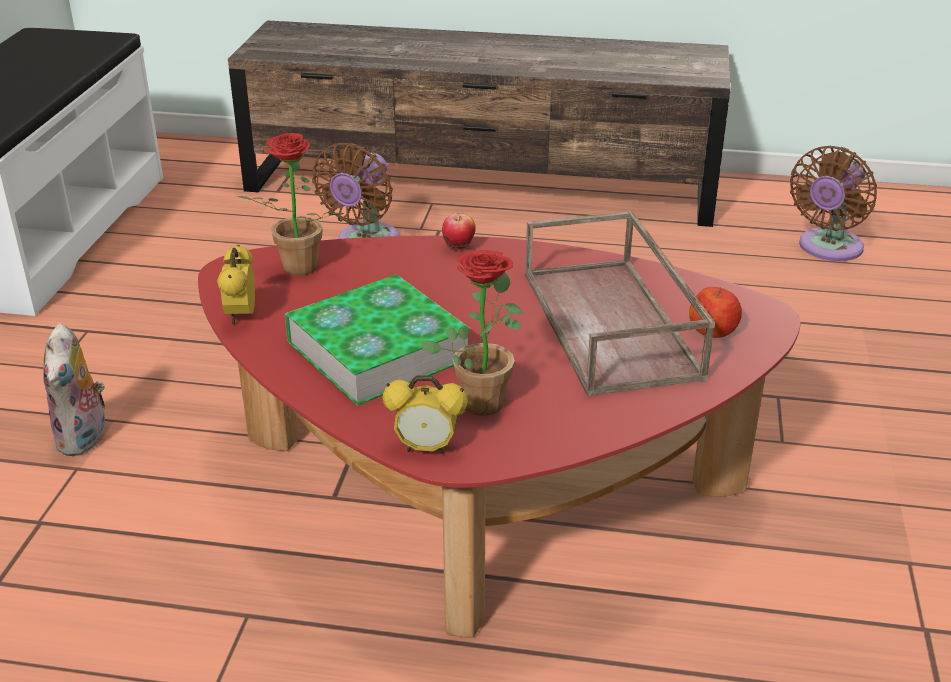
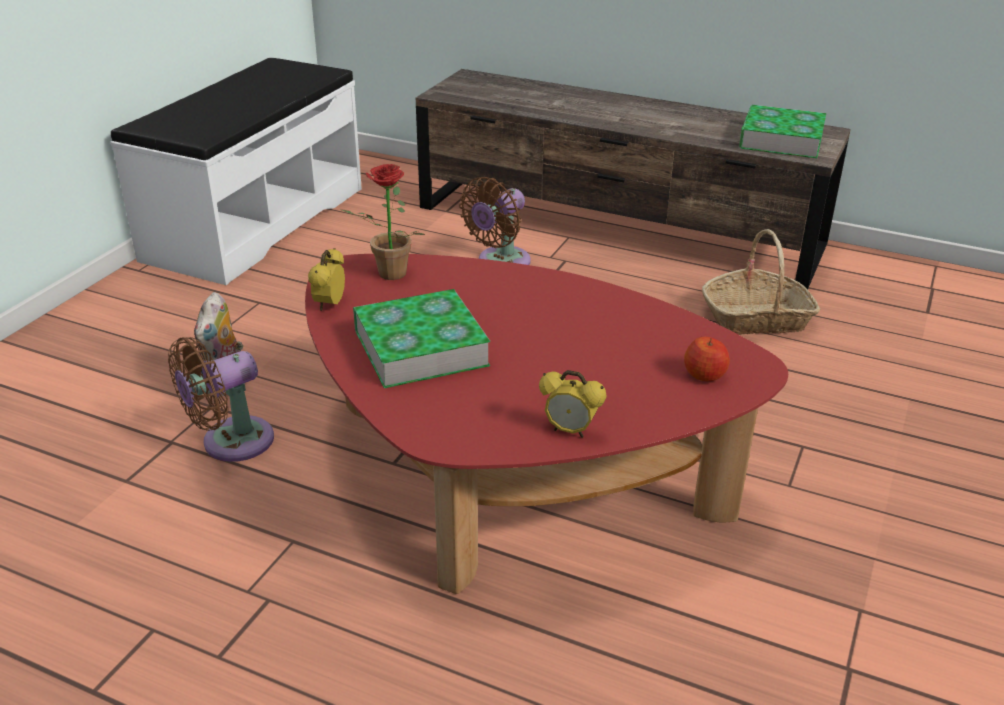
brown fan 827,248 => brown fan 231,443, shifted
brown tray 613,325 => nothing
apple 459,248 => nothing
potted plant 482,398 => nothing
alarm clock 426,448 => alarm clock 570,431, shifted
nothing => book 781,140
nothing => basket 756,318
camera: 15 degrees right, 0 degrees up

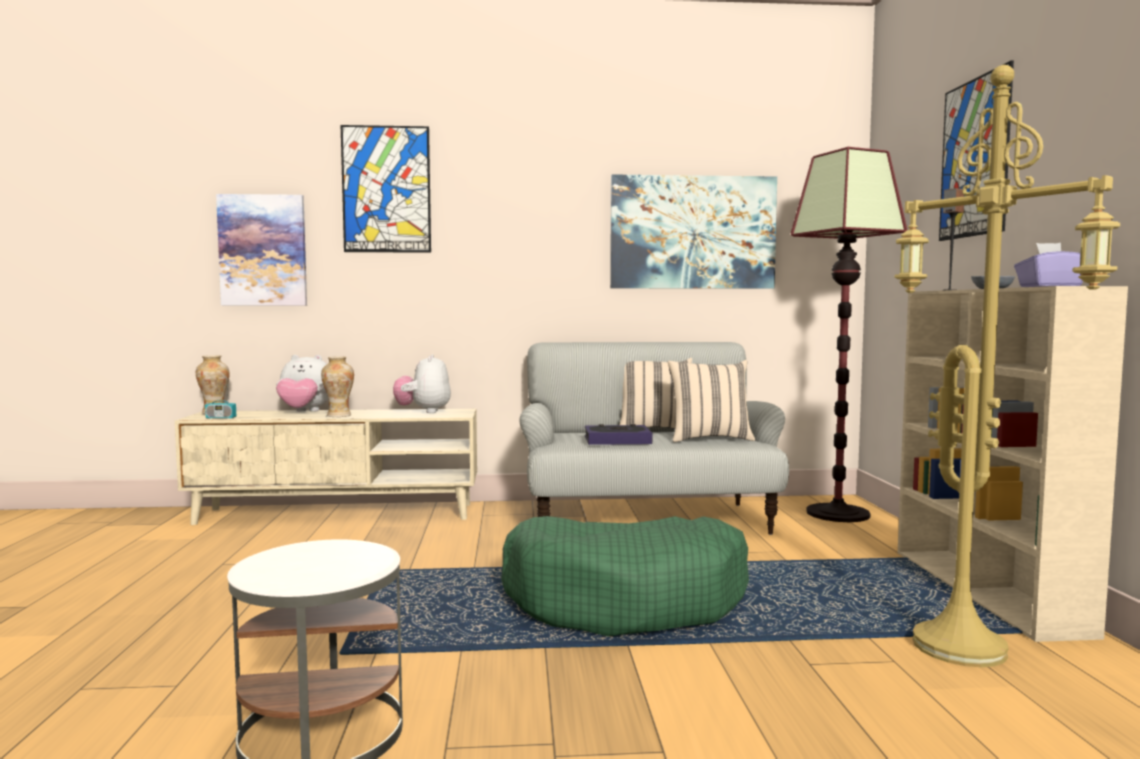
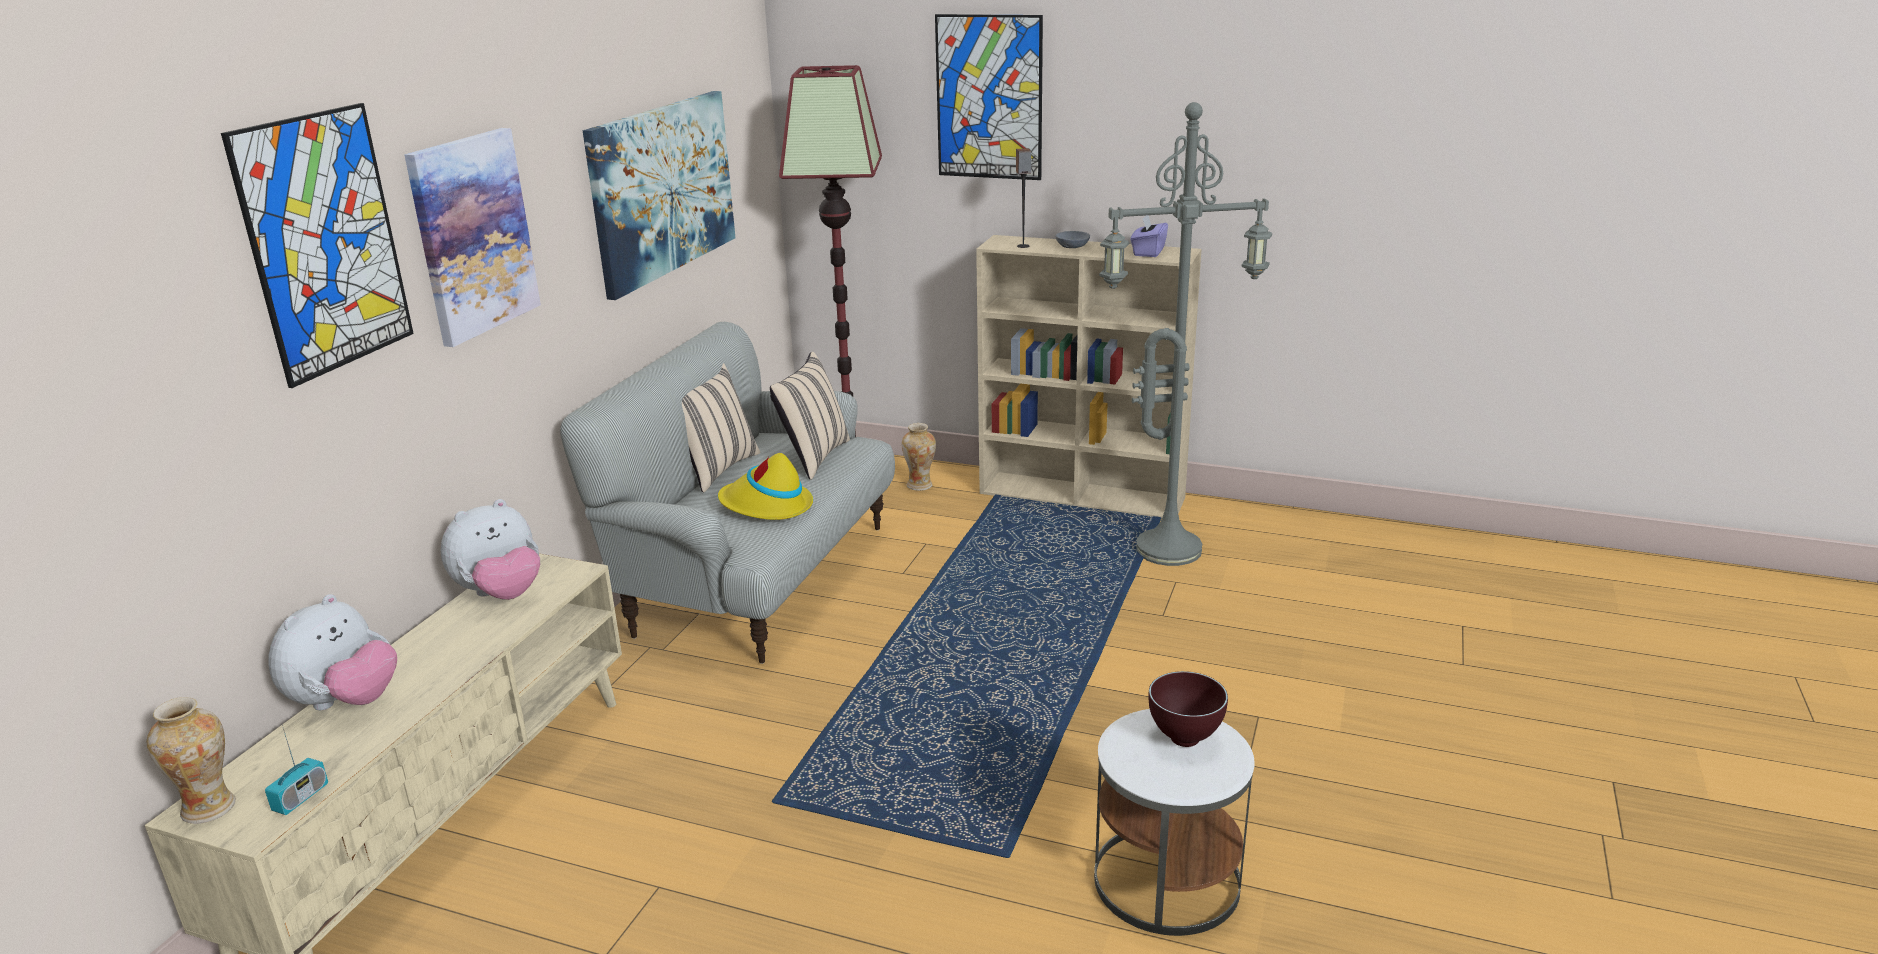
yellow floor lamp 965,647 => grey floor lamp 1170,547
picture 263,250 => picture 473,235, shifted
plush toy 423,411 => plush toy 501,594, 60 degrees counterclockwise
vase 339,415 => vase 920,485, shifted
book 617,440 => yellow hat 766,506
green dog bed 626,600 => nothing
nothing => brown bowl 1186,738
camera: 65 degrees left, 20 degrees up

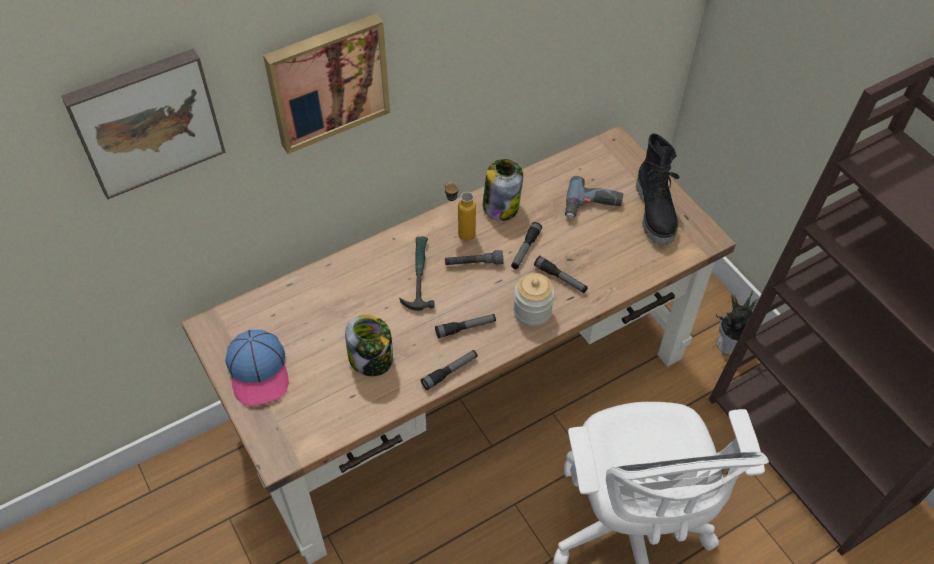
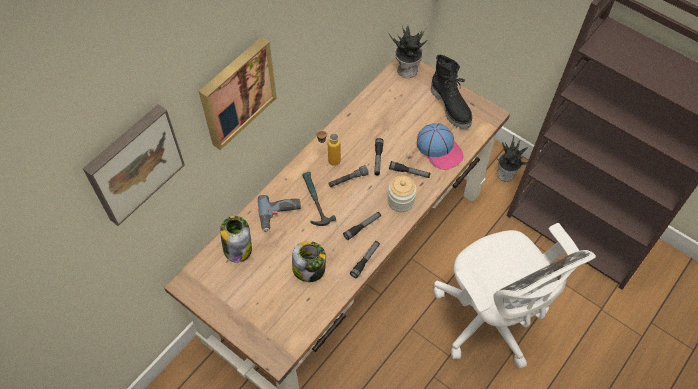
jar 501,206 => jar 237,248, shifted
power drill 592,207 => power drill 280,215, shifted
cap 259,372 => cap 439,149, shifted
nothing => potted plant 407,69
camera: 20 degrees left, 5 degrees up

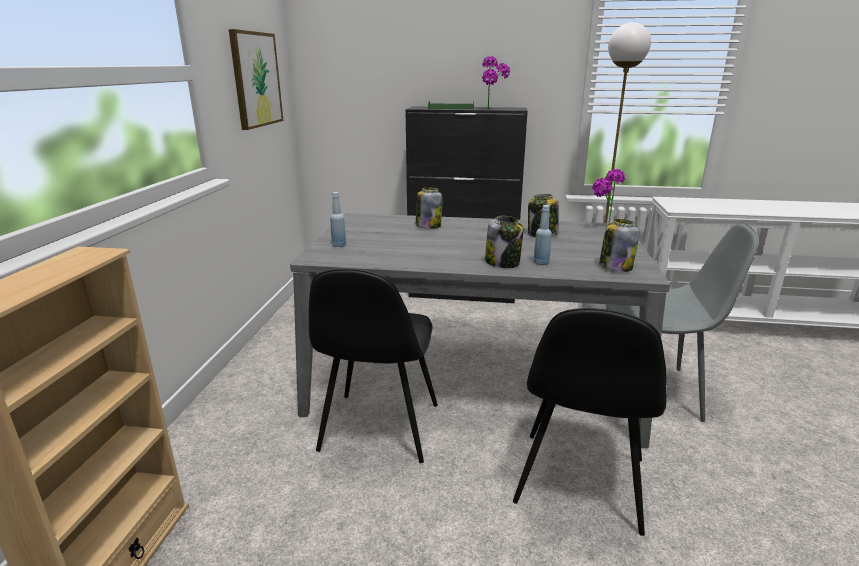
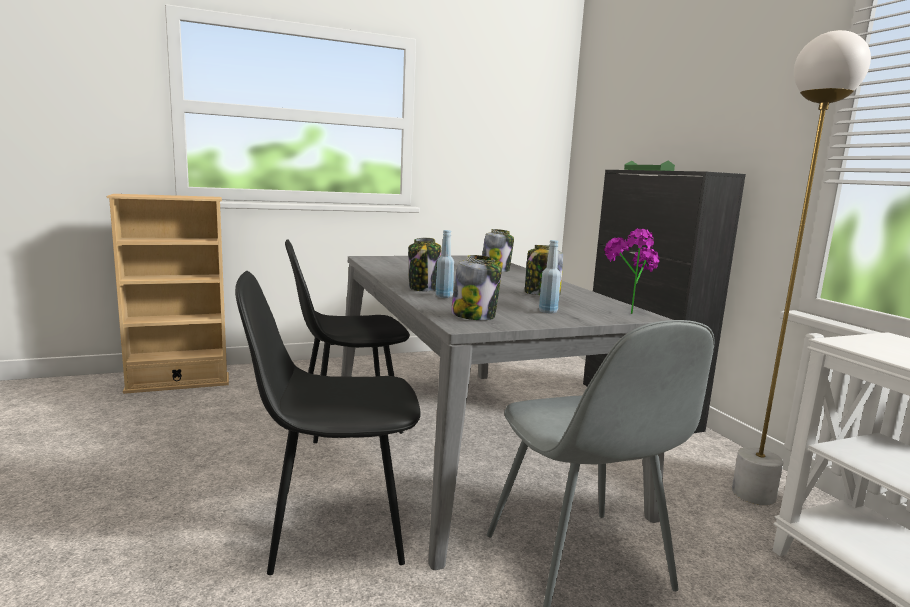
picture 256,79 => nothing
potted plant 493,109 => nothing
blue bottle 339,245 => blue bottle 548,311, shifted
camera: 60 degrees right, 10 degrees down

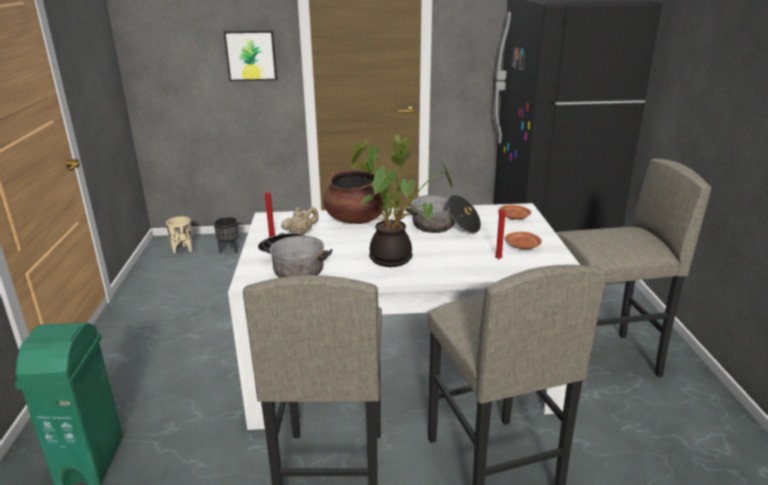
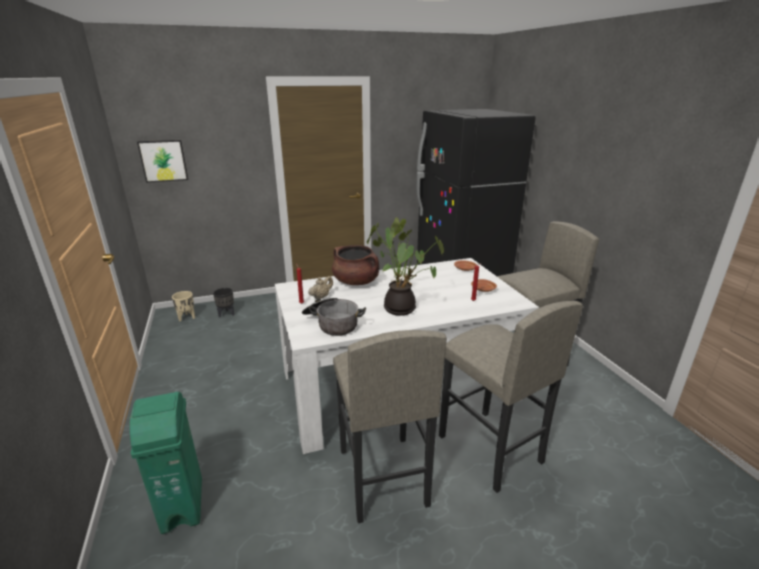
picture 251,55 => picture 163,160, shifted
cooking pot 444,226 => nothing
camera: 15 degrees left, 0 degrees up

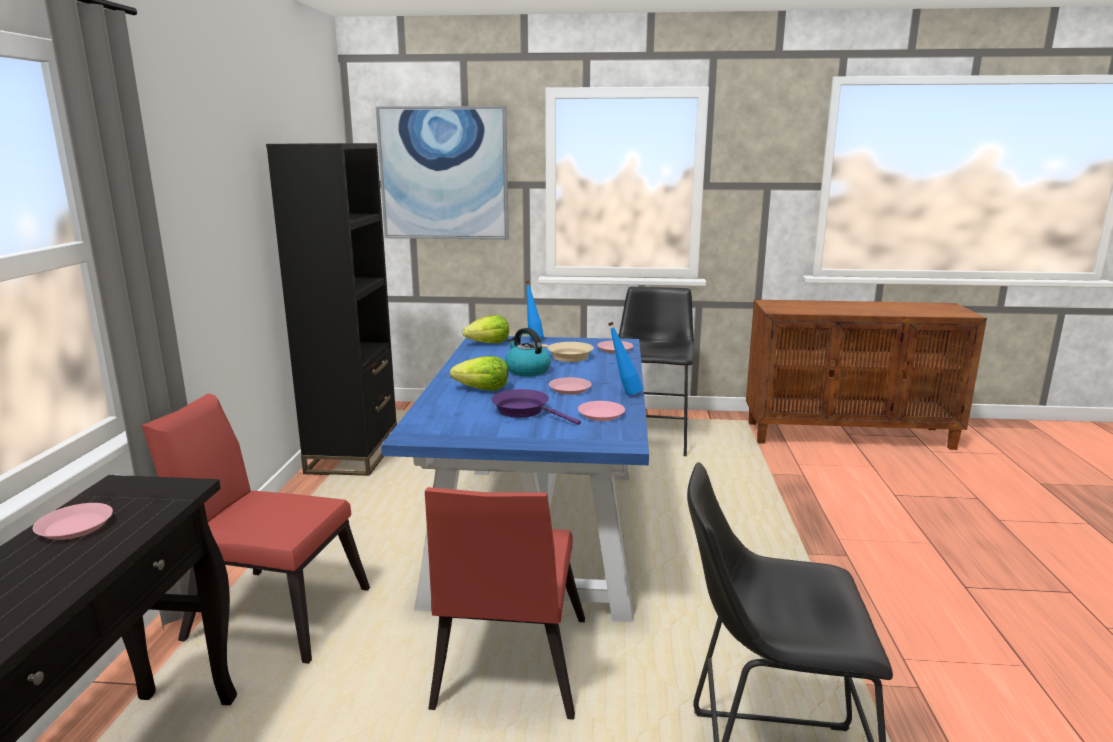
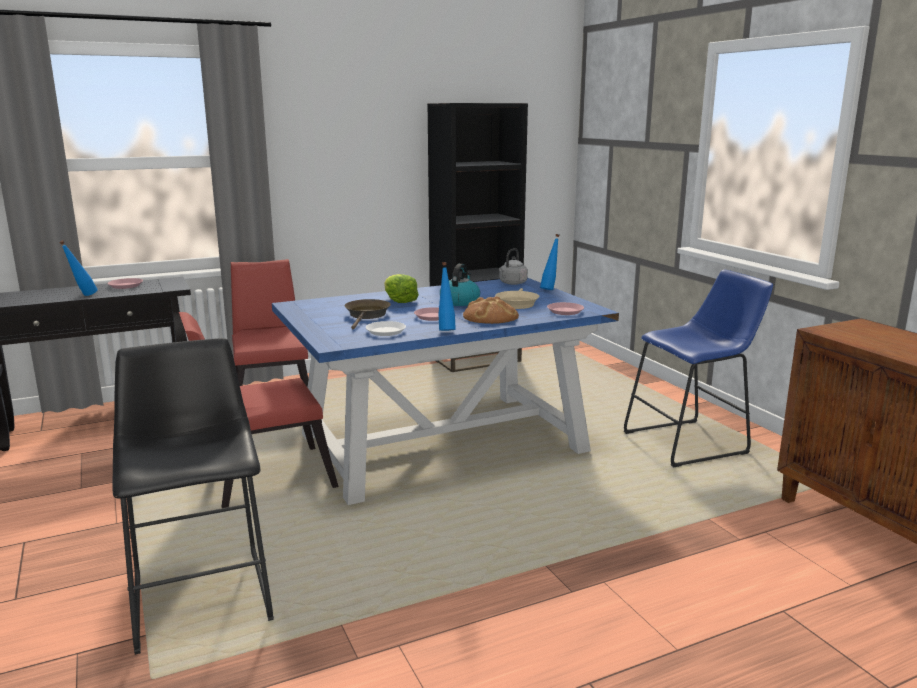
picture 444,174 => nothing
black stool 650,437 => blue stool 691,443
lettuce 488,343 => grey kettle 512,283
purple frying pan 525,411 => brown frying pan 367,315
pink plate 601,414 => white plate 386,331
nothing => blue bottle 83,296
nothing => bread 490,317
camera: 60 degrees right, 0 degrees up

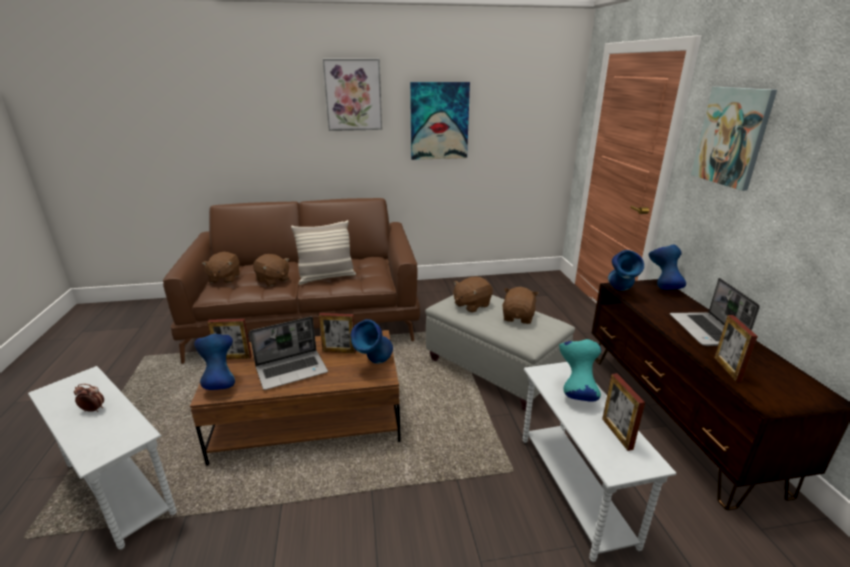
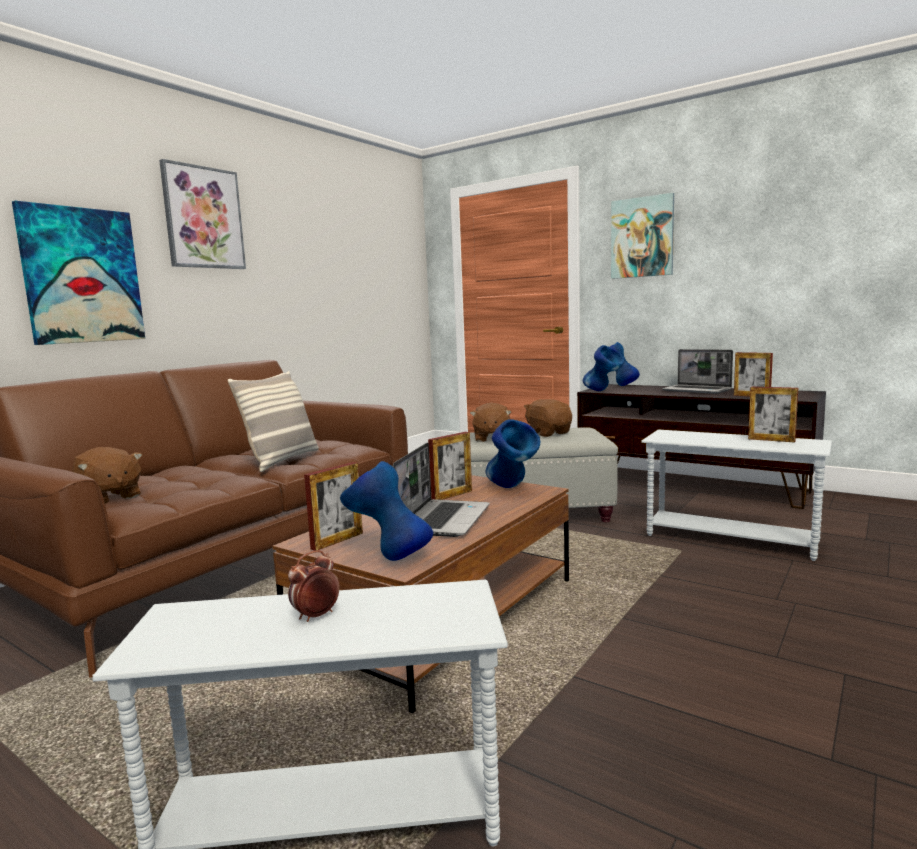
picture 439,121 => picture 82,276, shifted
brown plush toy 273,280 => nothing
turquoise vase 575,393 => nothing
camera: 45 degrees left, 15 degrees down

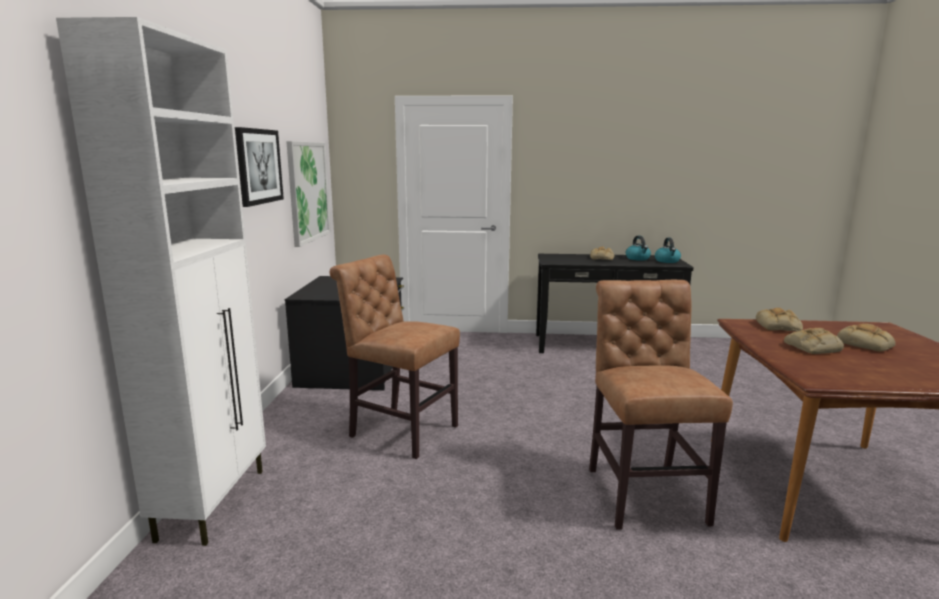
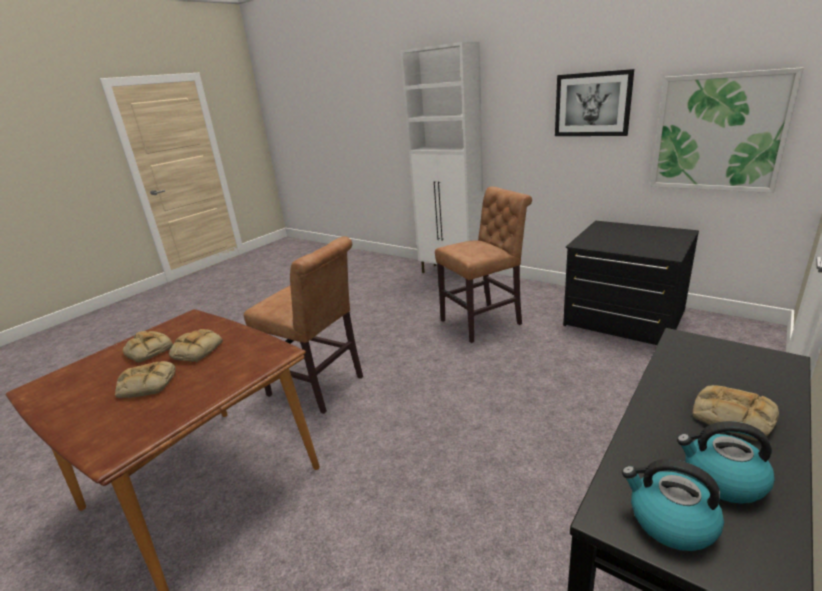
bread 779,326 => bread 148,350, shifted
camera: 125 degrees right, 10 degrees up

